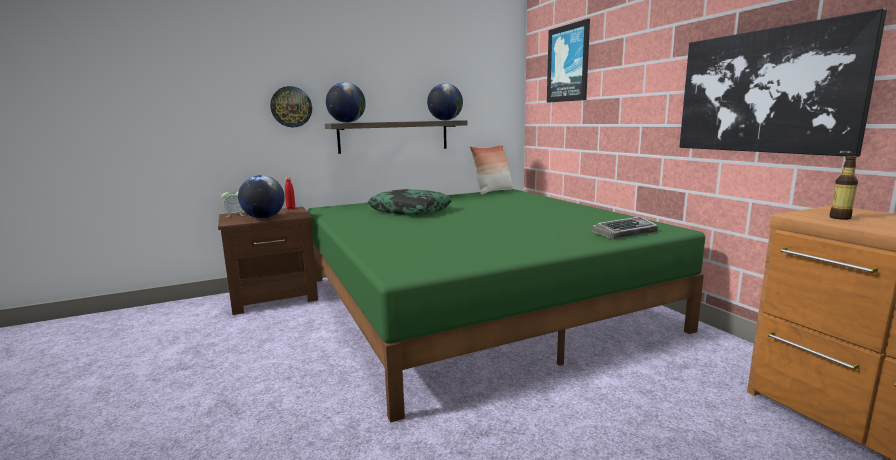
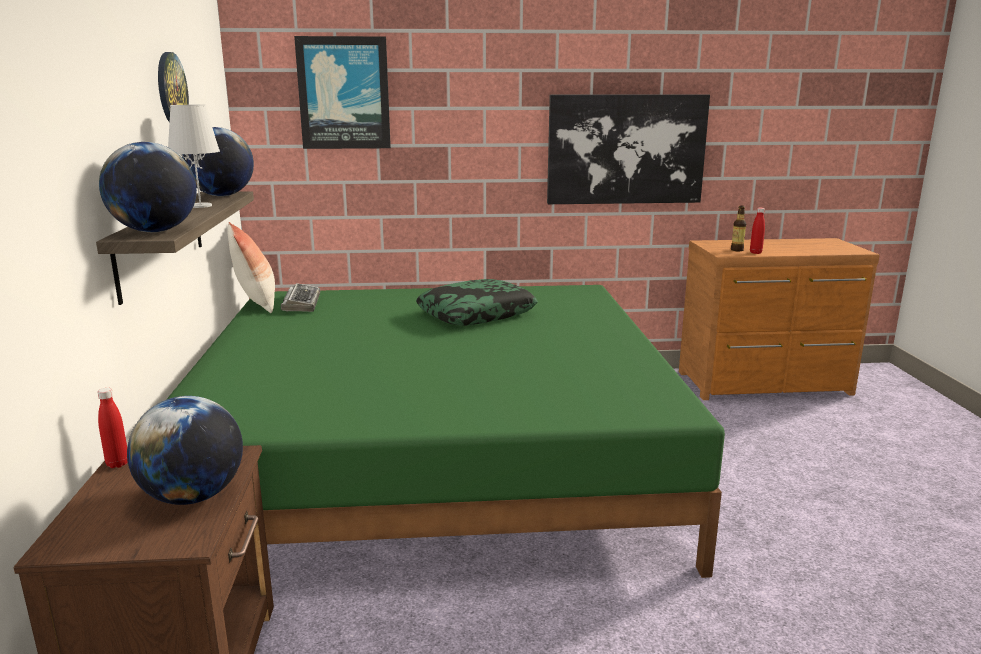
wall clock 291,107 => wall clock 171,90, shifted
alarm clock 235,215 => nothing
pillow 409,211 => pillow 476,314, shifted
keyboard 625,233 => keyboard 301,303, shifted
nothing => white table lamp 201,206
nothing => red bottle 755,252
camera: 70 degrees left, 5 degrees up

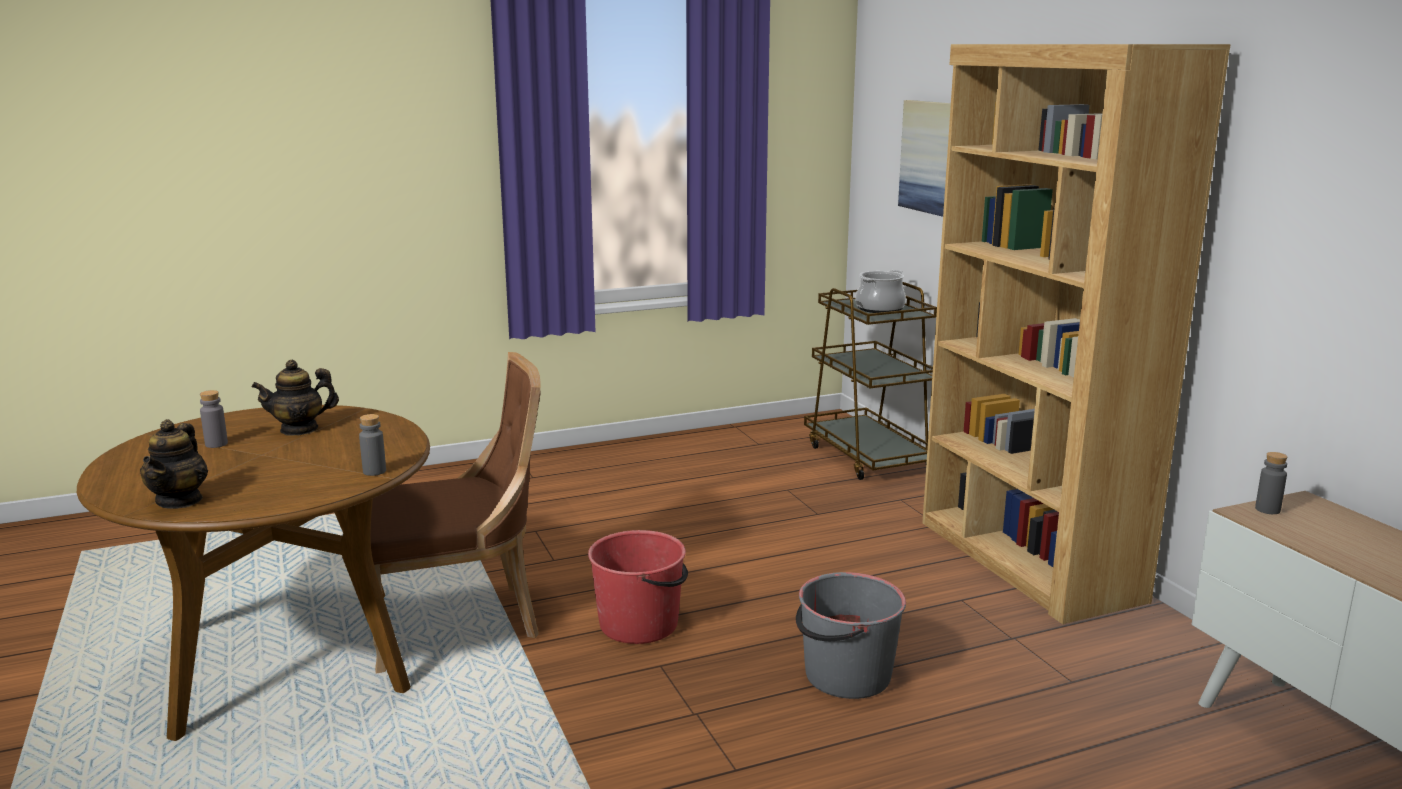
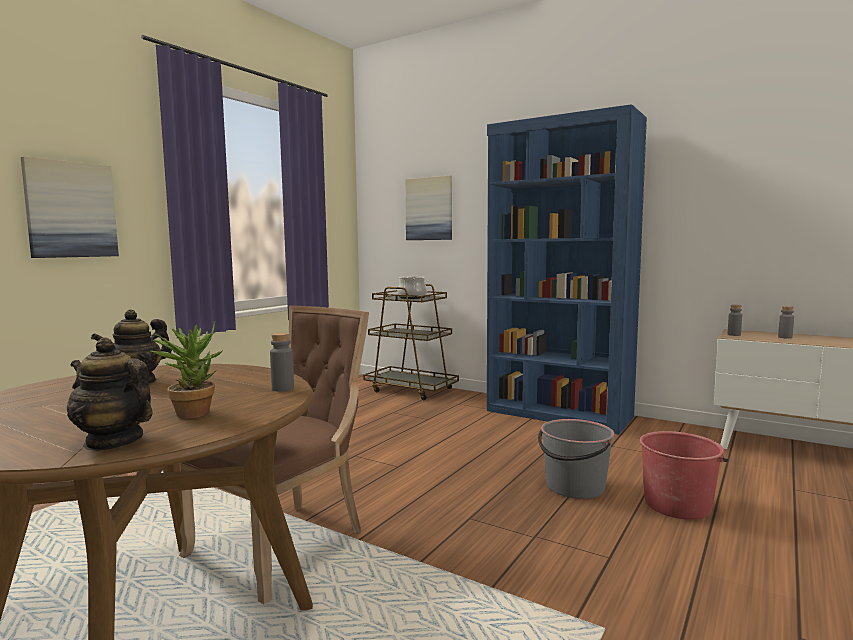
brown bookcase 1027,561 => blue bookcase 558,414
grey bottle 216,444 => grey bottle 785,337, shifted
teapot 180,500 => teapot 113,441, 150 degrees clockwise
red bucket 640,624 => red bucket 677,505, shifted
nothing => picture 71,210
nothing => potted plant 192,412
camera: 35 degrees left, 10 degrees down

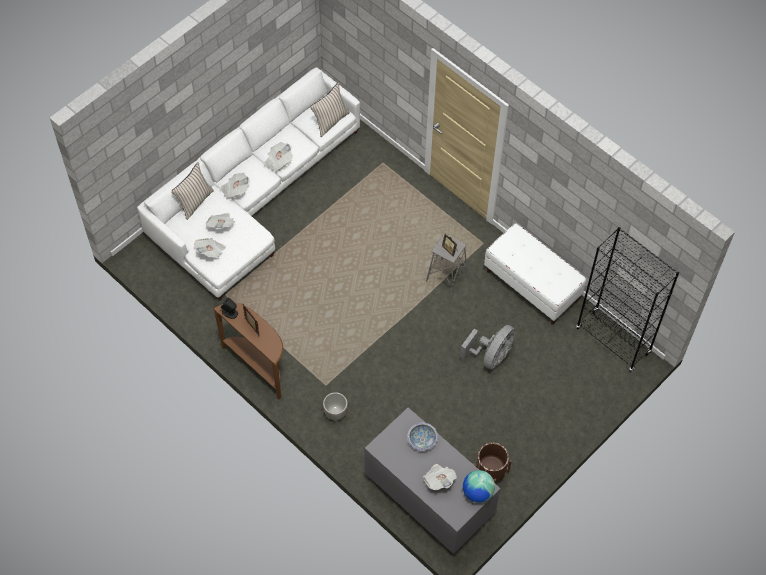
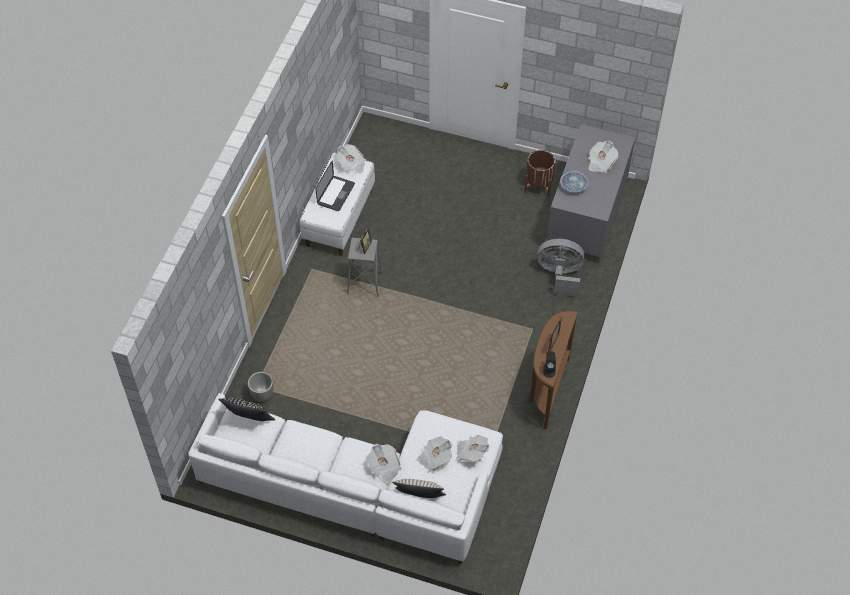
beige pillow 330,121 => black pillow 249,420
newspaper 278,161 => newspaper 352,164, shifted
black bookcase 613,341 => nothing
grey fan 491,356 => grey fan 560,275, shifted
planter 335,413 => planter 262,395, shifted
globe 477,492 => nothing
nothing => laptop 336,194
camera: 115 degrees left, 5 degrees down

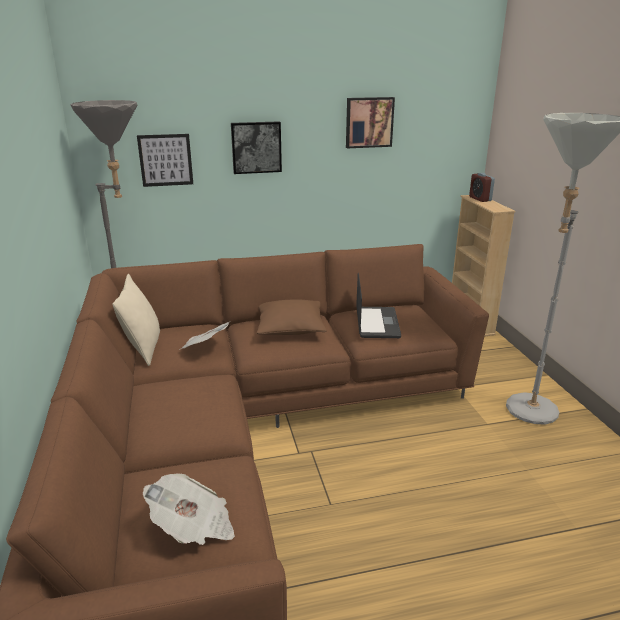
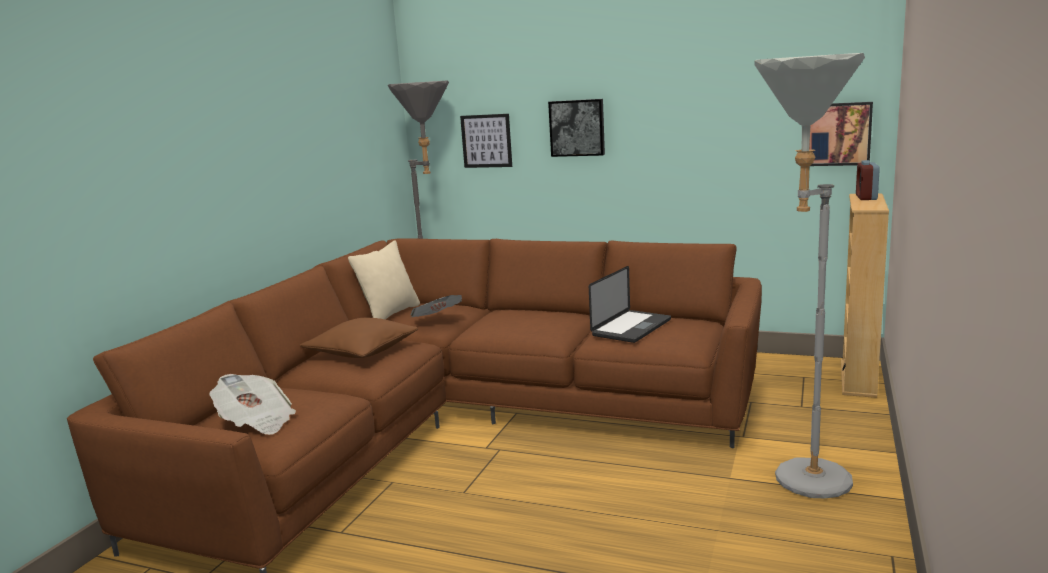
picture 369,122 => picture 837,134, shifted
brown pillow 290,327 => brown pillow 362,351, shifted
camera: 35 degrees right, 10 degrees down

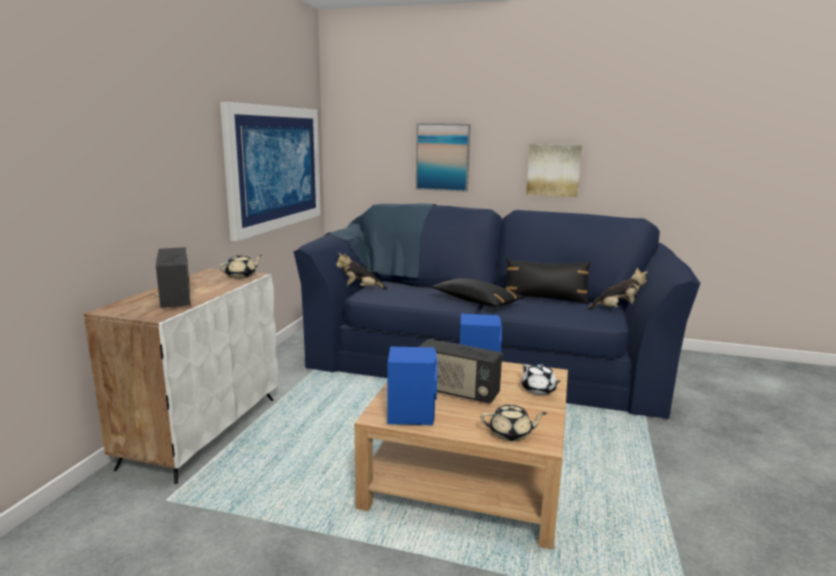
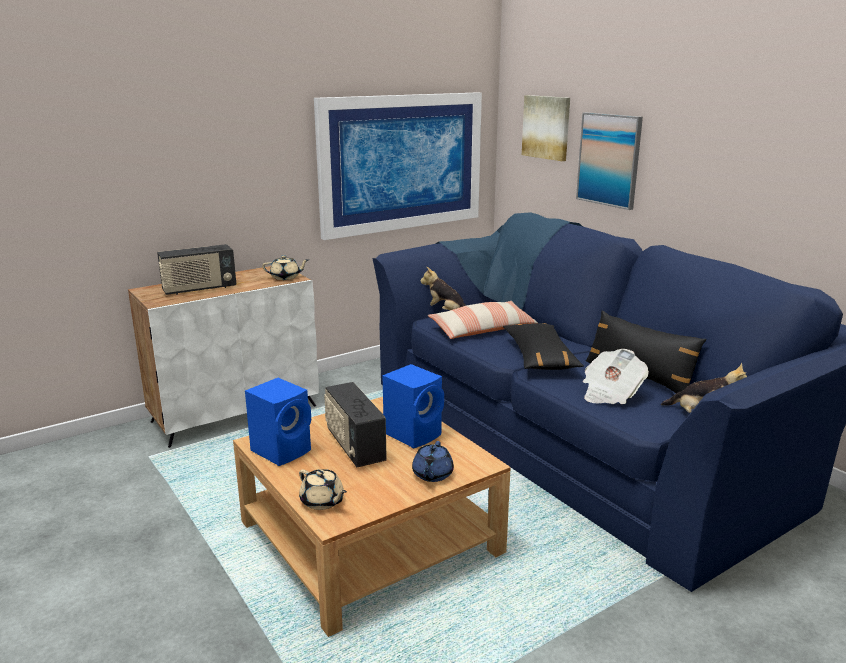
picture 553,170 => picture 546,127, shifted
radio 175,298 => radio 199,289, 135 degrees counterclockwise
white teapot 539,390 => blue teapot 432,475
nothing => pillow 482,330
nothing => newspaper 610,393
camera: 40 degrees right, 5 degrees up

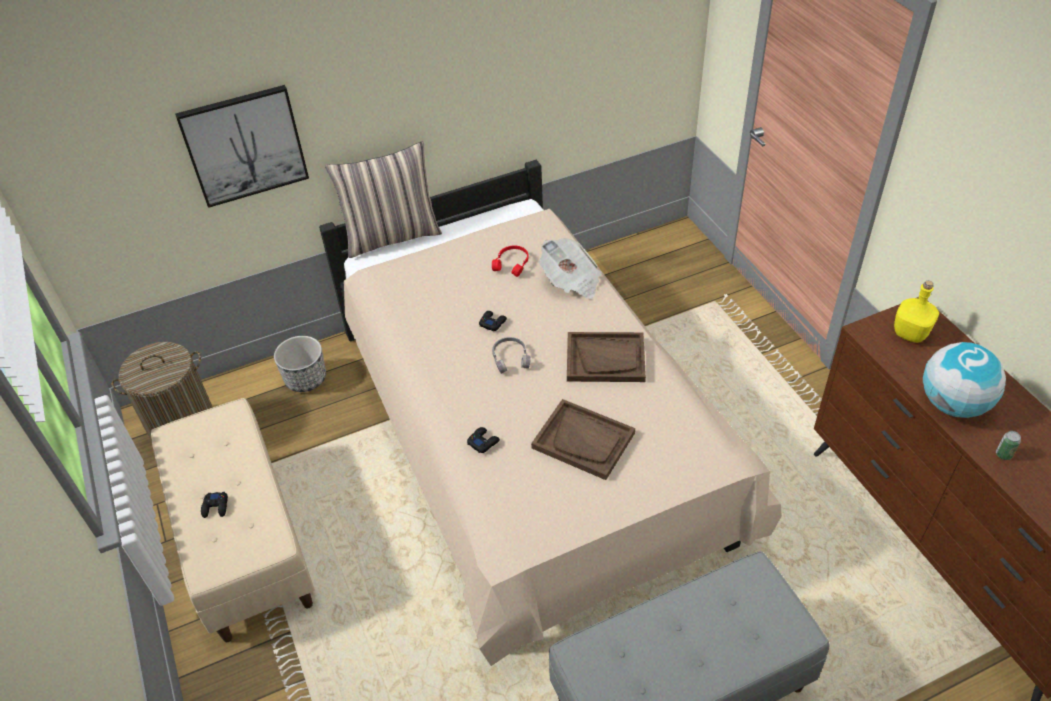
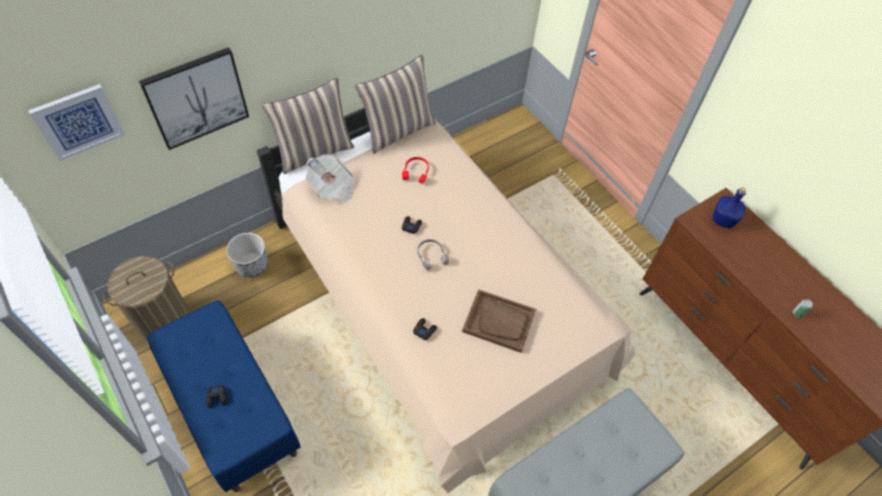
newspaper 571,281 => newspaper 333,188, shifted
yellow bottle 910,334 => blue bottle 723,220
brown tray 605,359 => nothing
globe 953,404 => nothing
beige bench 244,543 => blue bench 232,409
nothing => pillow 398,130
nothing => picture 78,121
camera: 15 degrees left, 10 degrees up

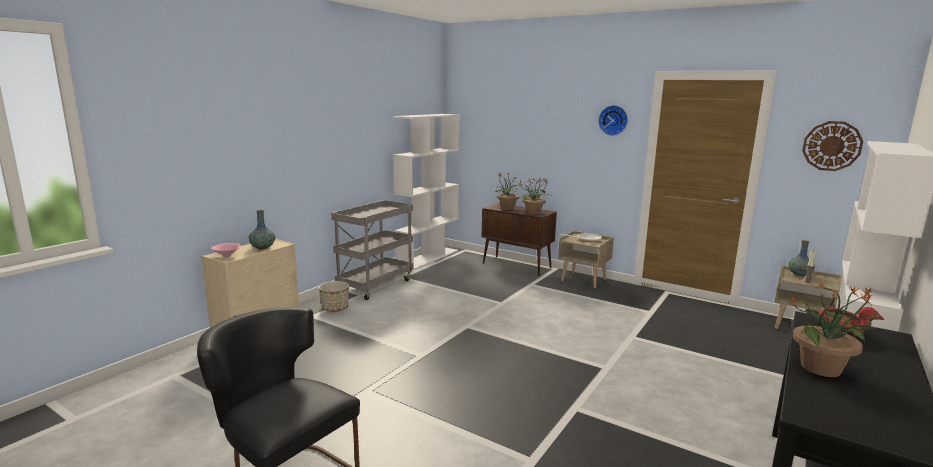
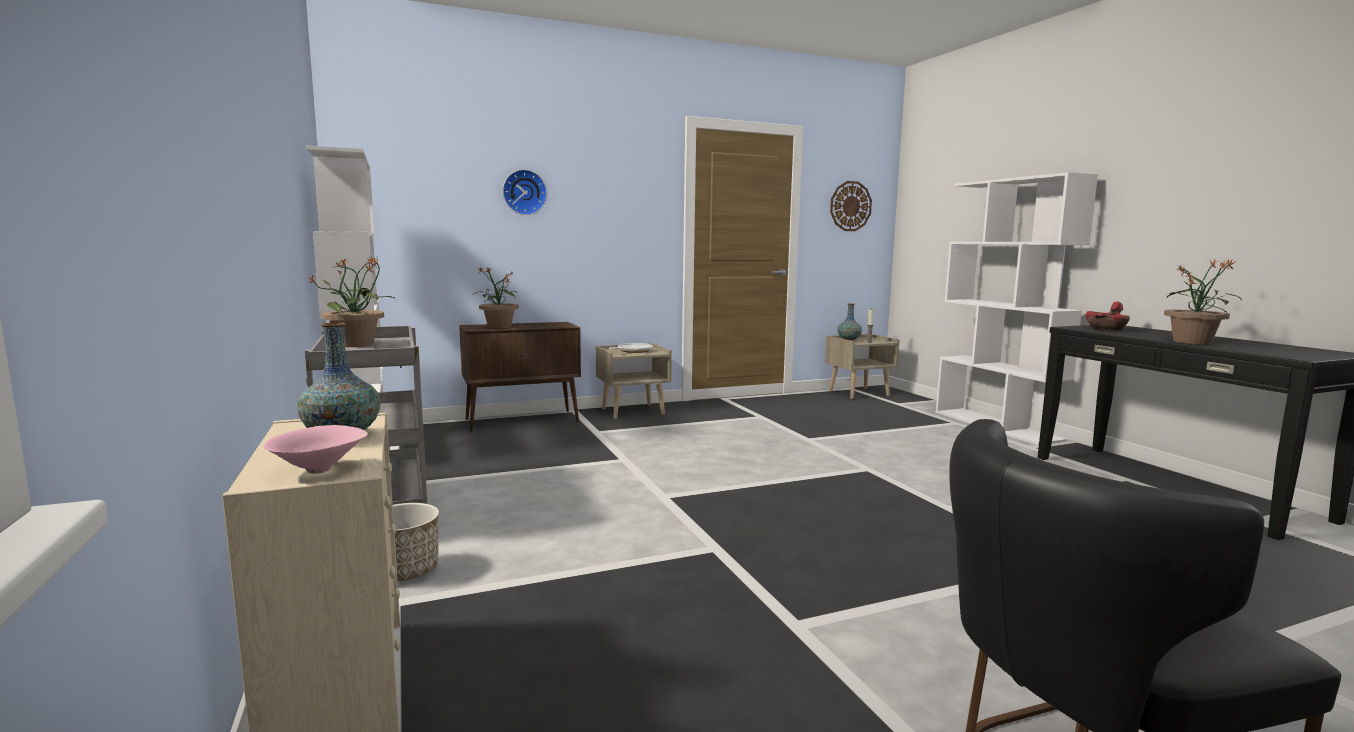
wall clock 613,120 => wall clock 524,192, shifted
potted plant 533,213 => potted plant 357,344, shifted
camera: 55 degrees left, 5 degrees down

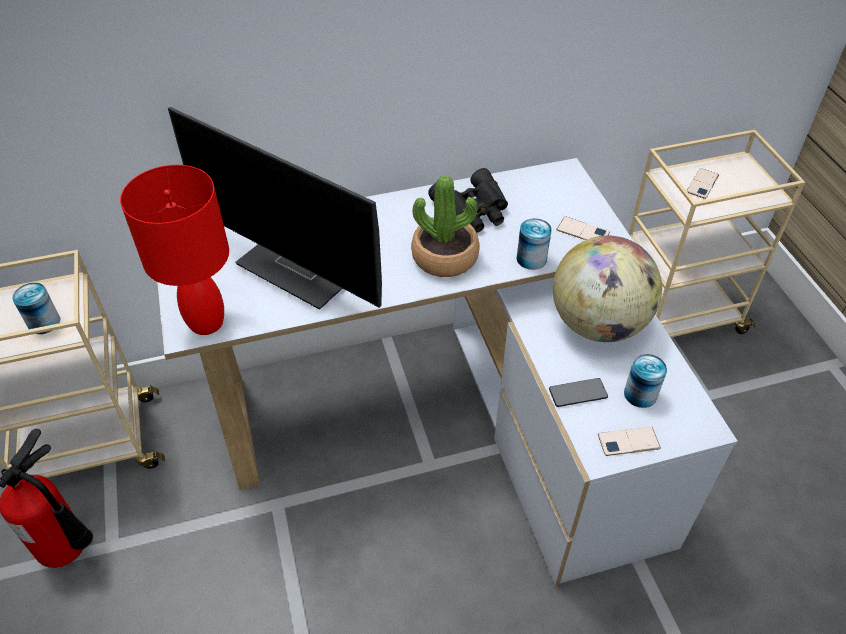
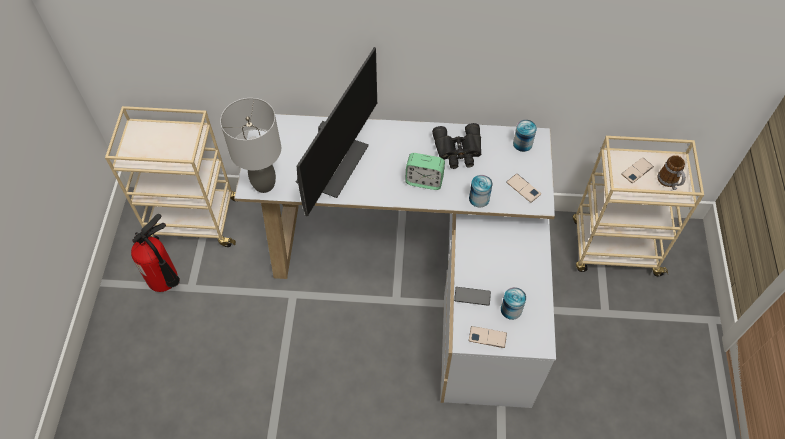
monitor 303,268 => monitor 333,163, 120 degrees counterclockwise
red table lamp 206,321 => grey table lamp 264,183
potted plant 445,257 => alarm clock 424,181
globe 598,324 => nothing
can 44,322 => can 522,143, shifted
nothing => mug 669,182
camera: 20 degrees right, 10 degrees up

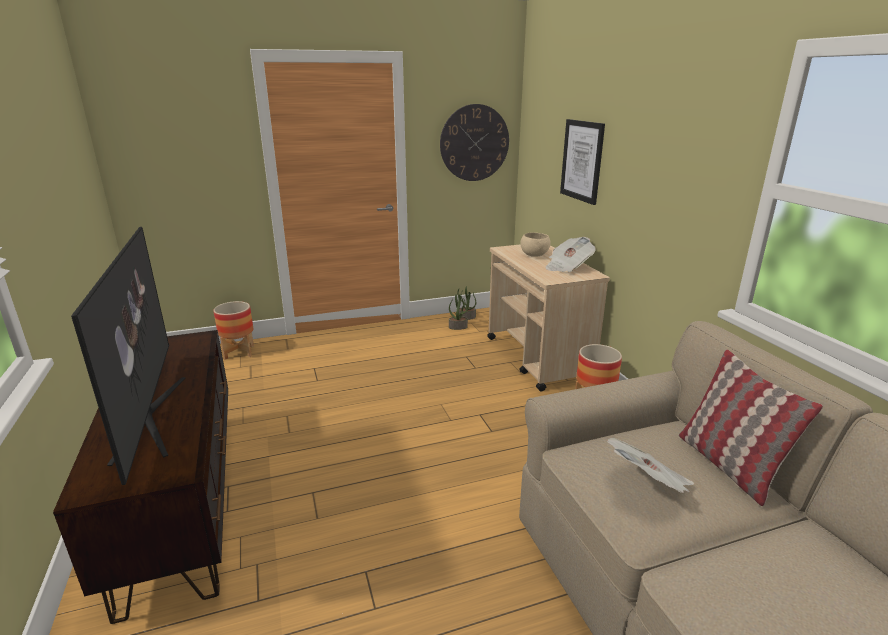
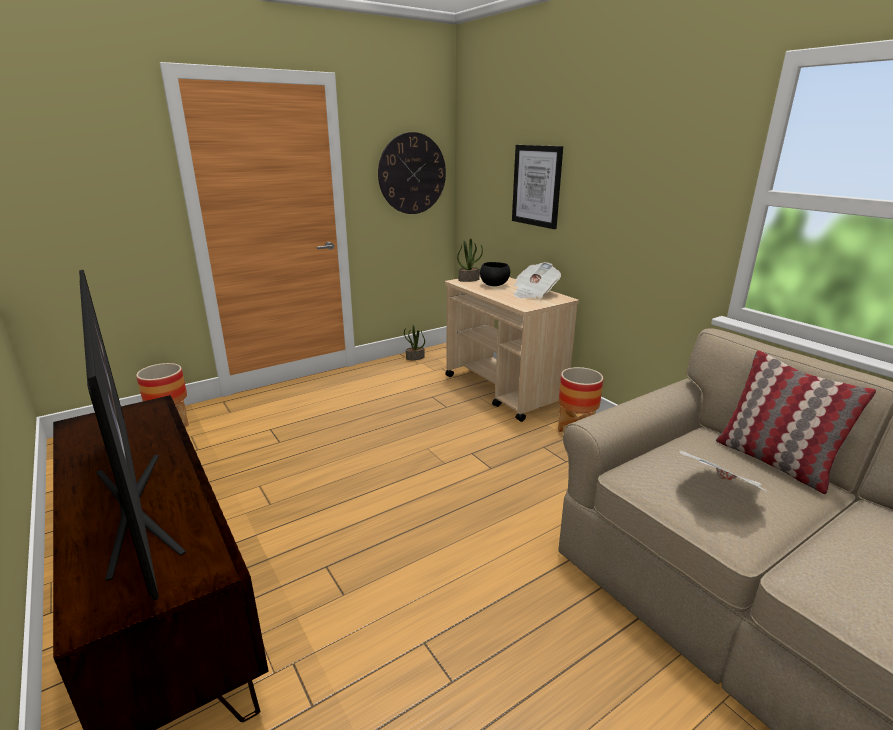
beige bowl 534,255 => black bowl 494,285
potted plant 458,327 => potted plant 469,279, shifted
camera: 15 degrees left, 0 degrees up

